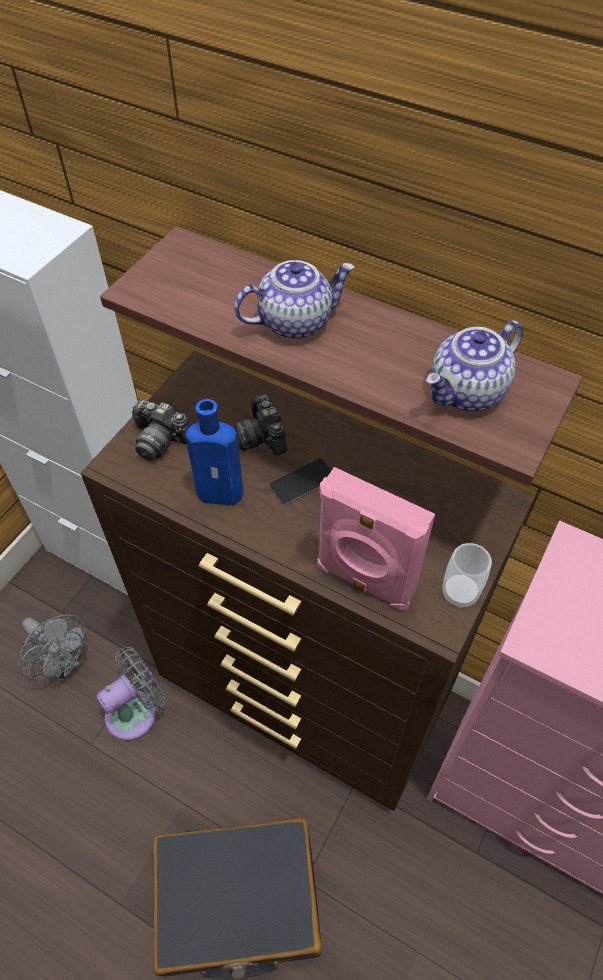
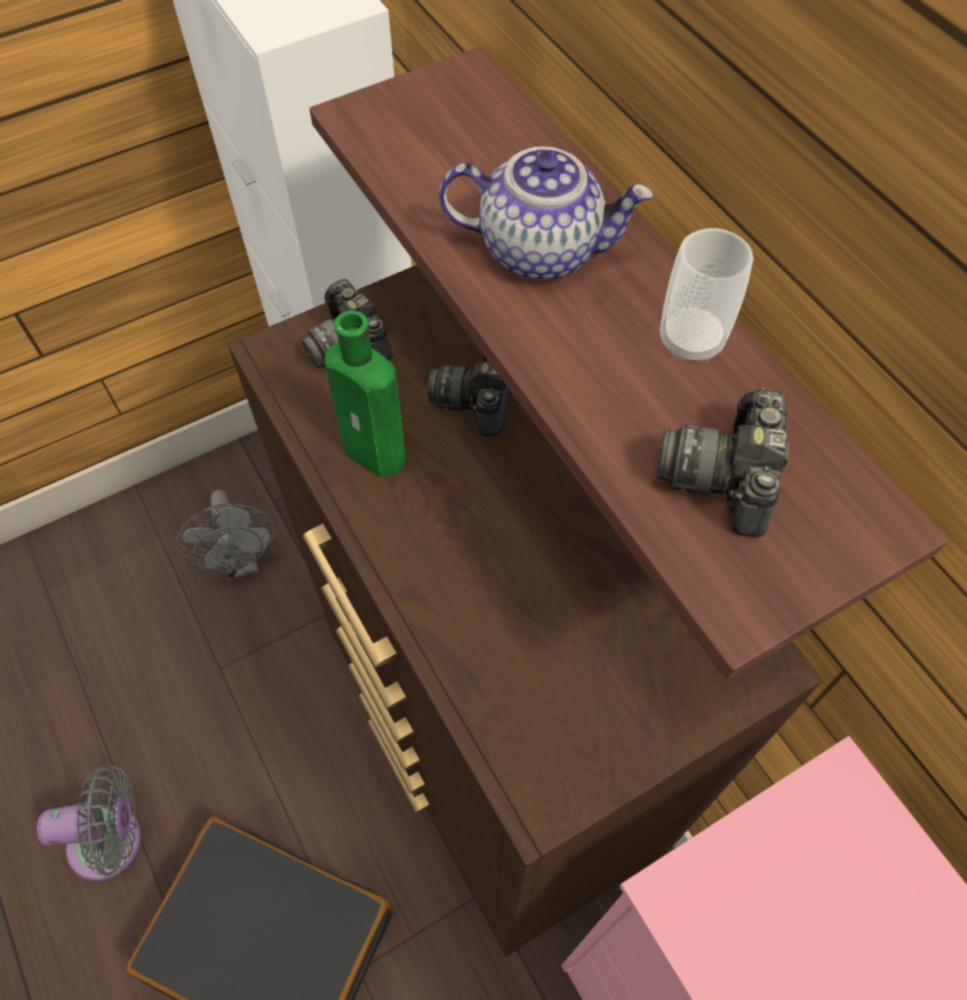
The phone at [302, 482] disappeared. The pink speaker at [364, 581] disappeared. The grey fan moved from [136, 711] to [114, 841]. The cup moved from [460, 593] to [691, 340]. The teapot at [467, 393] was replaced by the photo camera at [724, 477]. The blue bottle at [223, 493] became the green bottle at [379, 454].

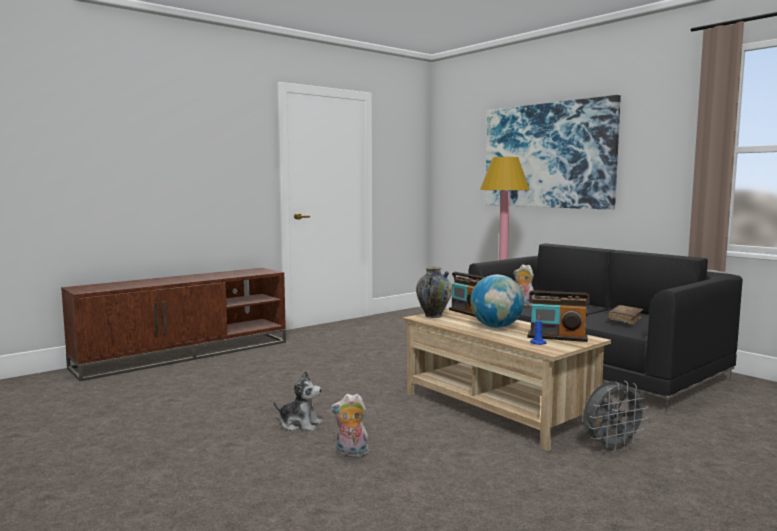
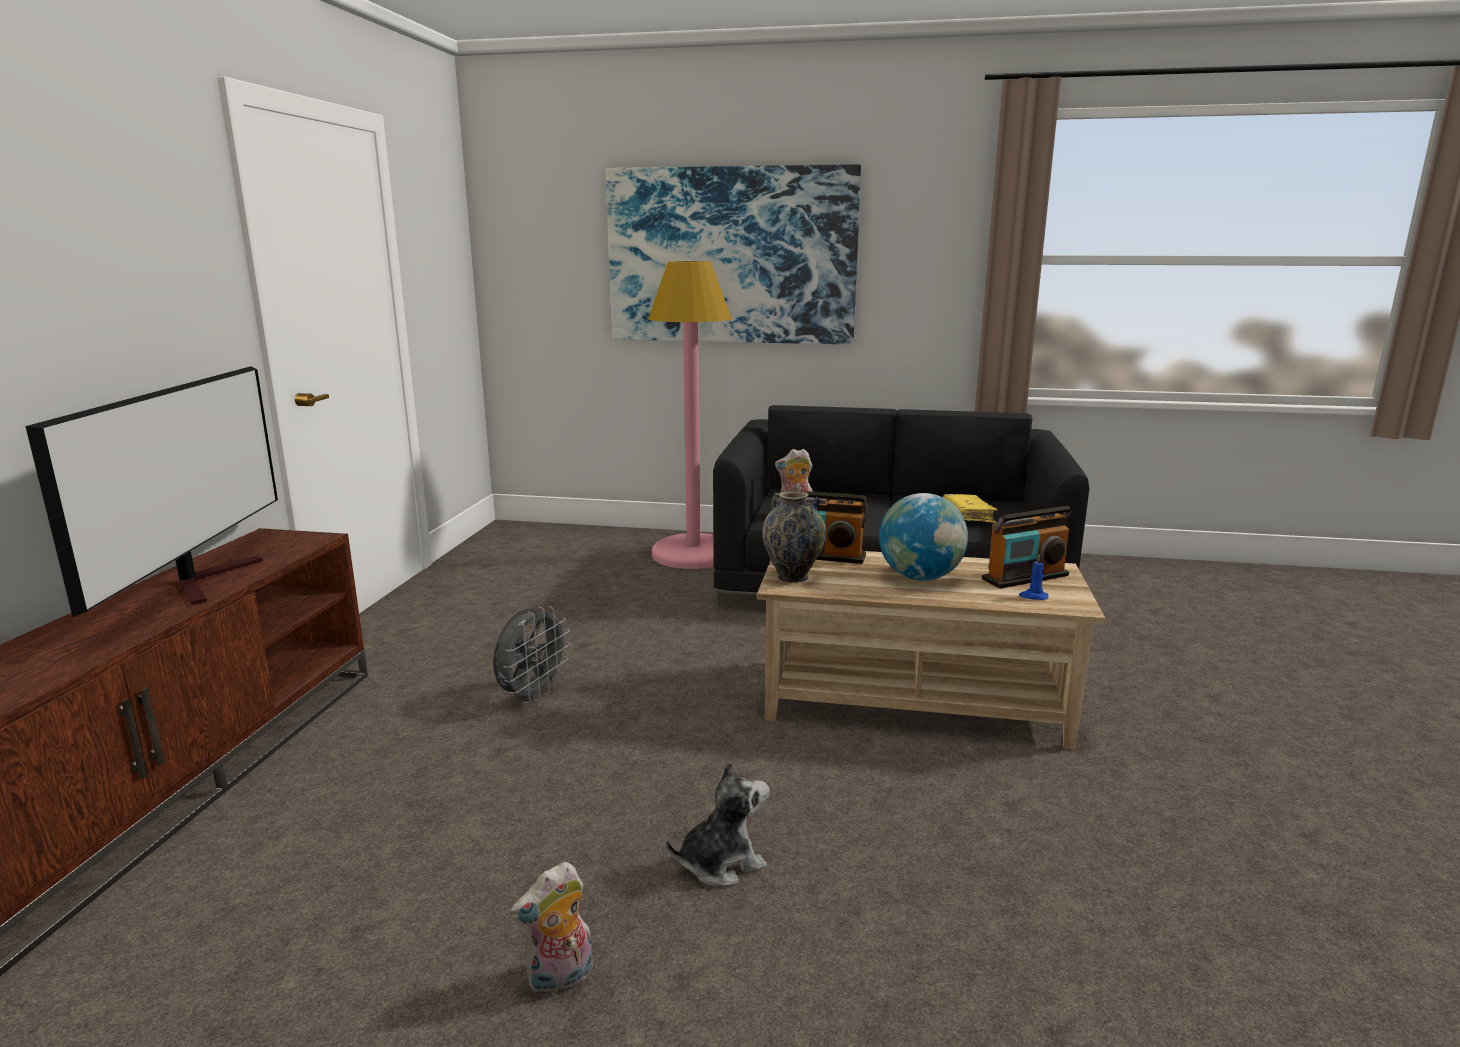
The television at [208, 579] appeared. The plush toy moved from [351, 454] to [560, 980]. The grey fan moved from [611, 448] to [532, 694]. The brown book at [625, 320] became the yellow book at [968, 515].

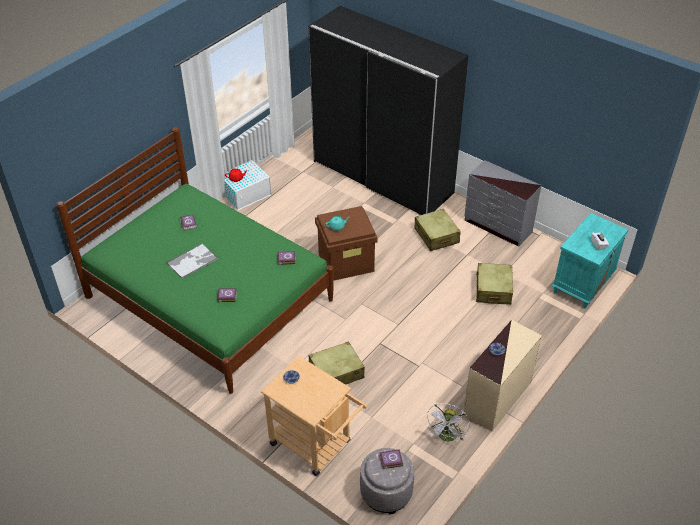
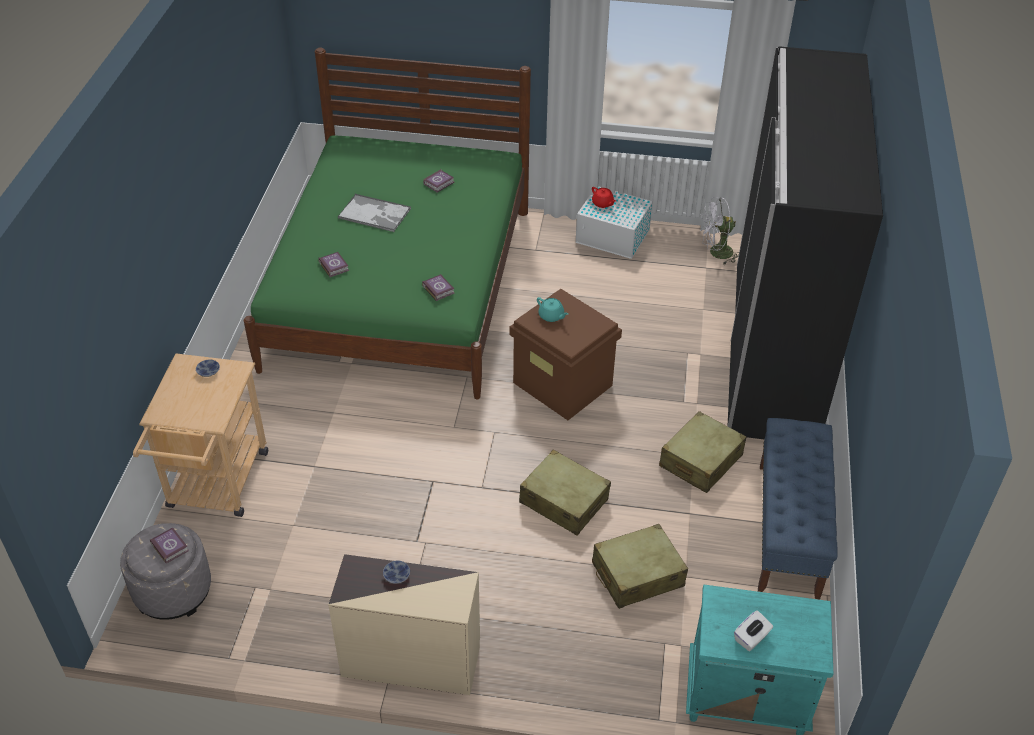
The beige suitcase moved from [336, 372] to [563, 501]. The white fan moved from [447, 437] to [716, 253]. The grey dresser at [498, 227] was replaced by the blue bench at [788, 530].

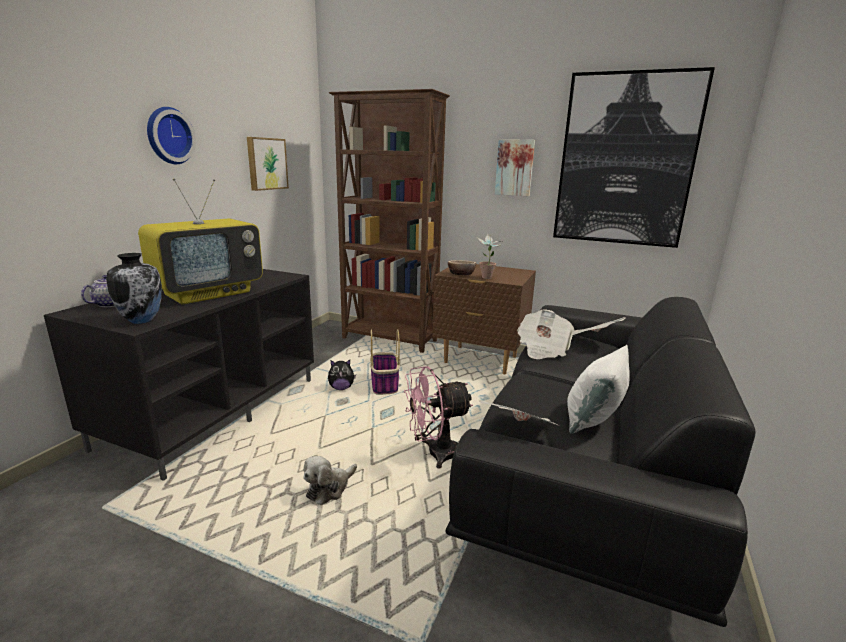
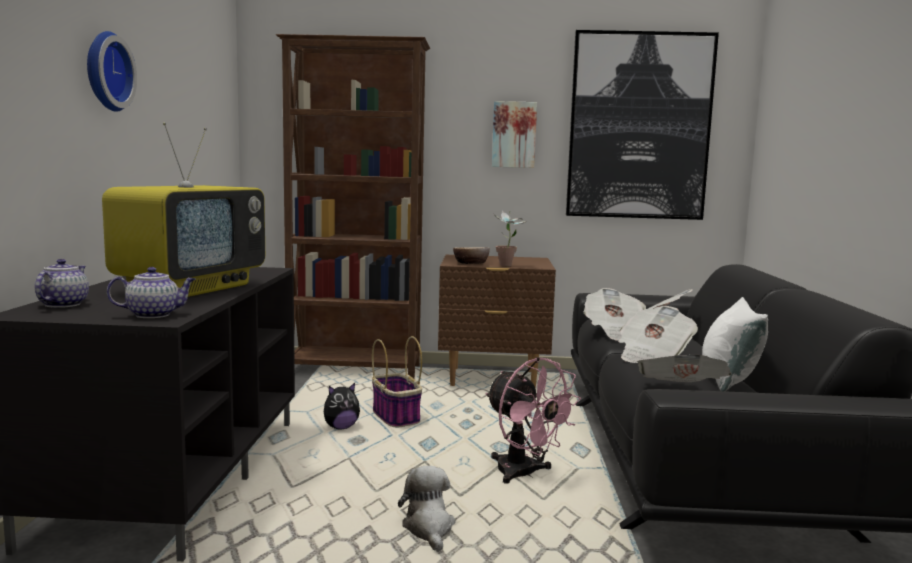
The picture at [266, 164] disappeared. The newspaper at [652, 356] appeared. The vase at [142, 320] was replaced by the teapot at [154, 314]. The plush toy at [329, 489] turned 150 degrees clockwise. The pink fan at [434, 454] turned 90 degrees counterclockwise.

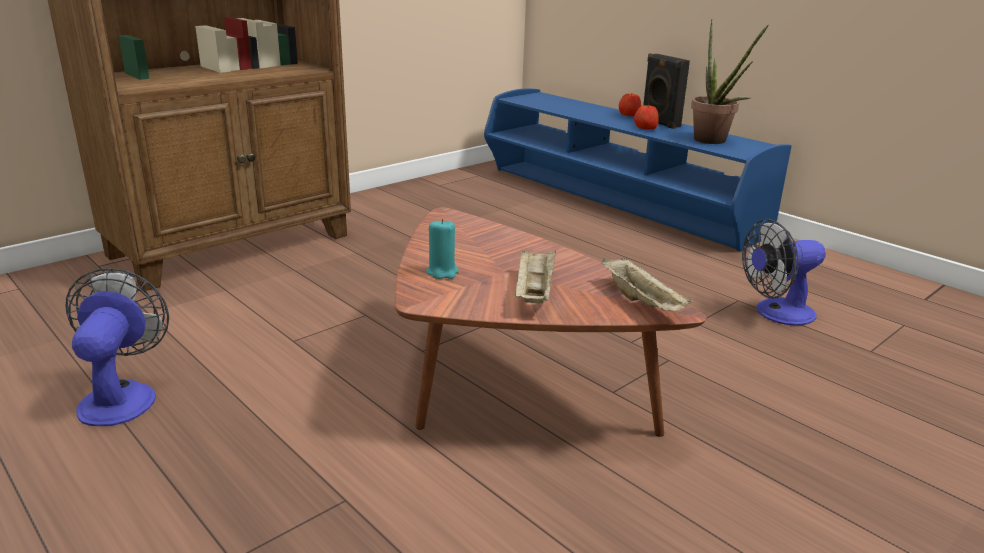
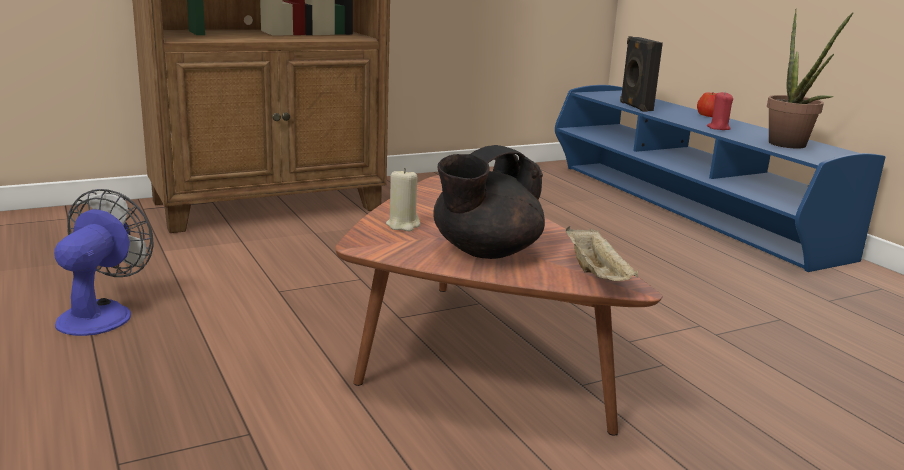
The fan at [776, 313] disappeared. The black speaker moved from [659, 123] to [635, 107]. The beige tray at [534, 291] was replaced by the black teapot at [484, 252]. The apple at [645, 128] was replaced by the red candle at [718, 128]. The turquoise candle at [442, 272] became the beige candle at [403, 225].

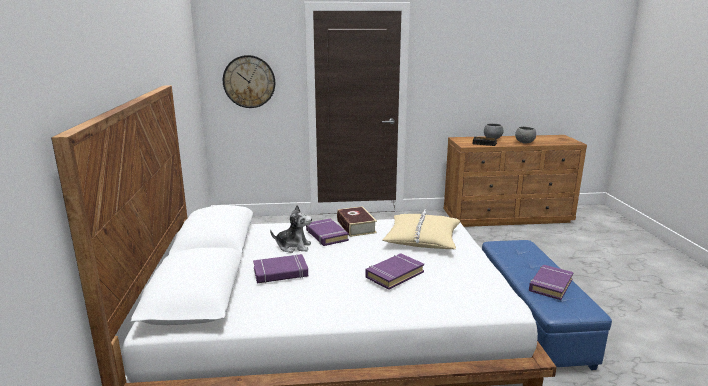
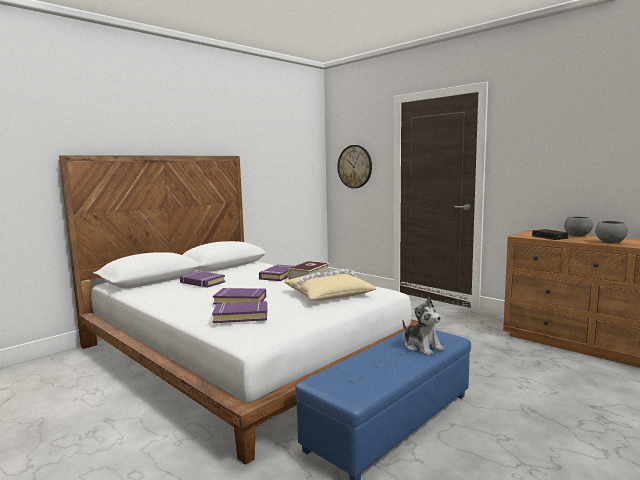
The plush toy moved from [293, 246] to [422, 347]. The purple book moved from [550, 285] to [241, 316].

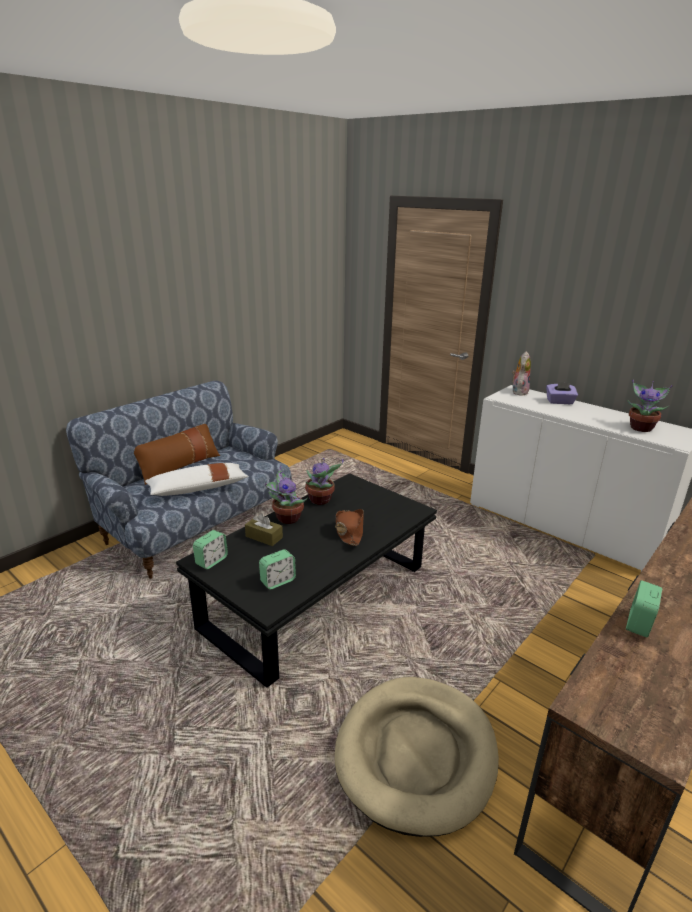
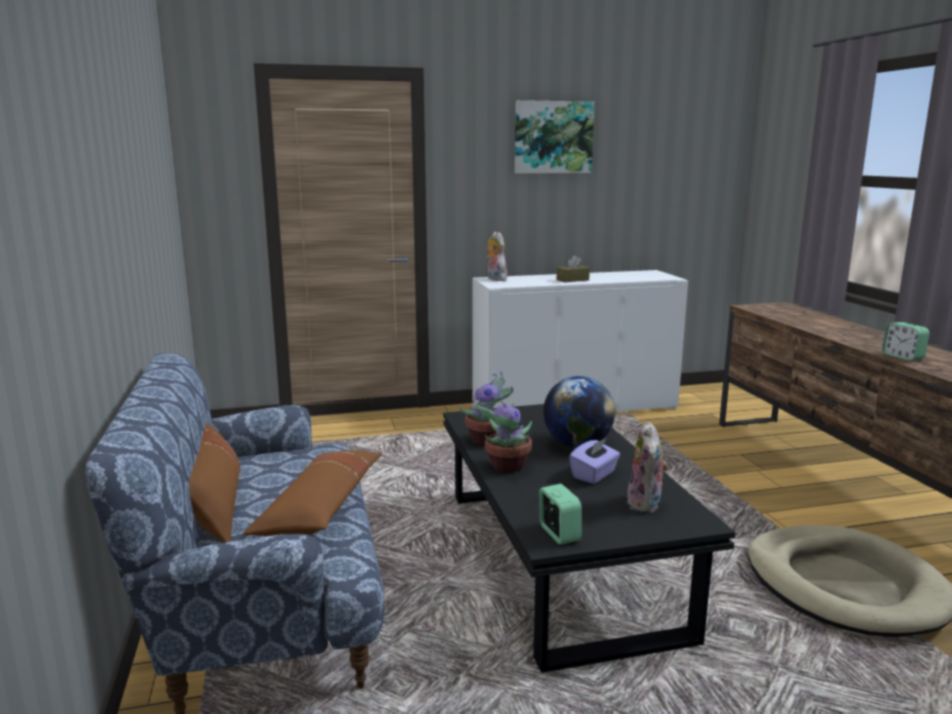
The potted plant at [641, 428] disappeared. The picture at [553, 137] appeared. The brown tissue box moved from [264, 537] to [572, 280]. The purple tissue box moved from [560, 402] to [594, 475]. The alarm clock at [278, 581] was replaced by the plush toy at [646, 504]. The brown hat at [349, 531] was replaced by the globe at [577, 445]. The white pillow at [198, 488] became the brown pillow at [320, 508].

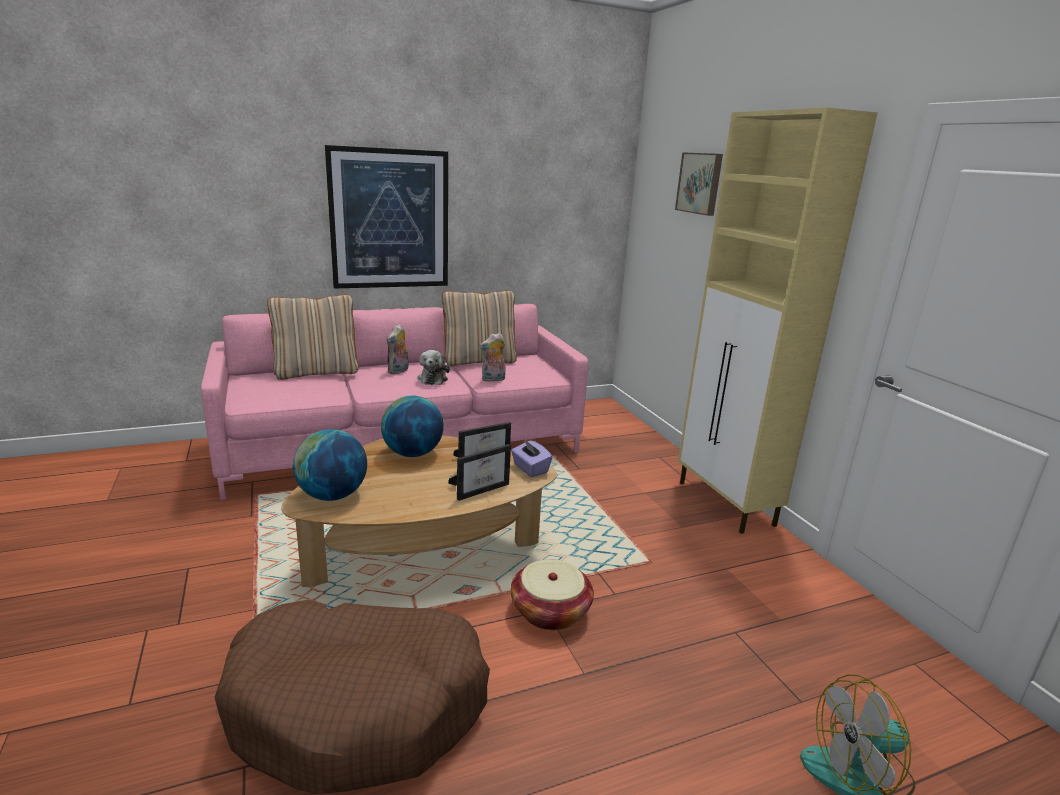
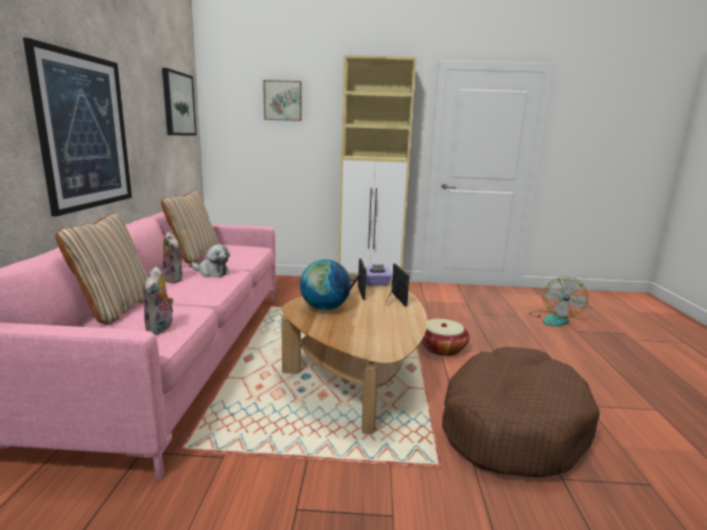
The globe at [332, 495] disappeared. The picture at [178, 104] appeared. The plush toy moved from [493, 379] to [161, 328].

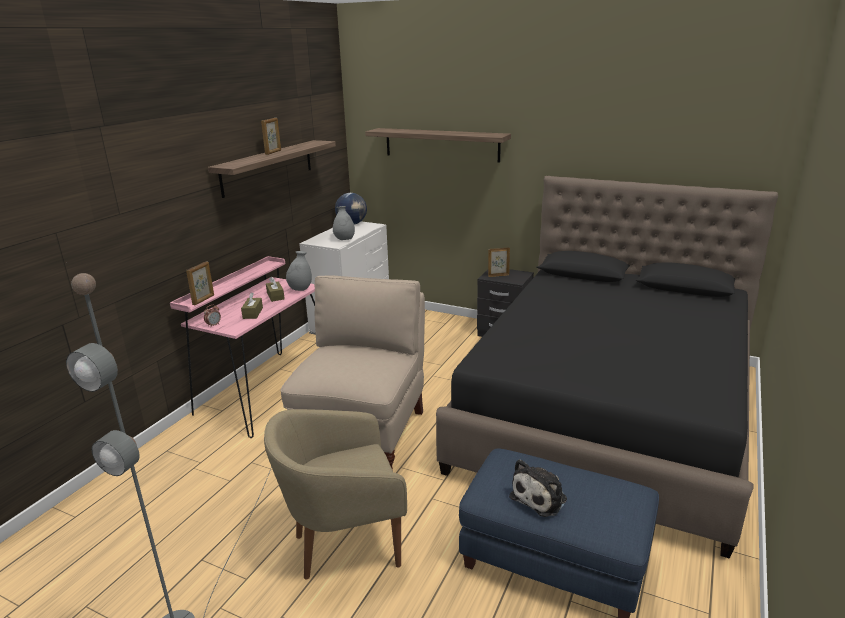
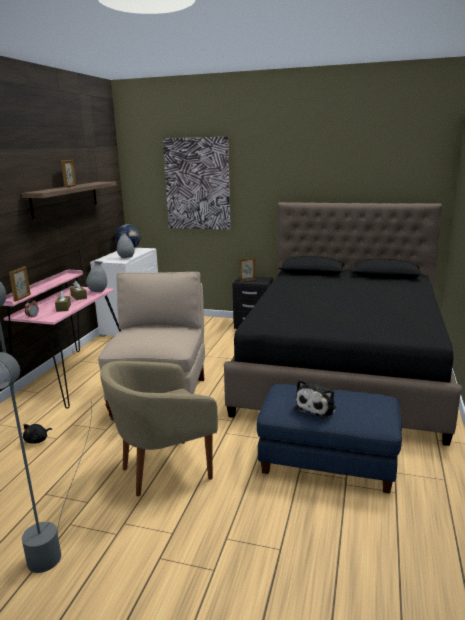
The black plush toy at [37, 440] appeared. The shelf at [441, 144] was replaced by the picture at [197, 184].

